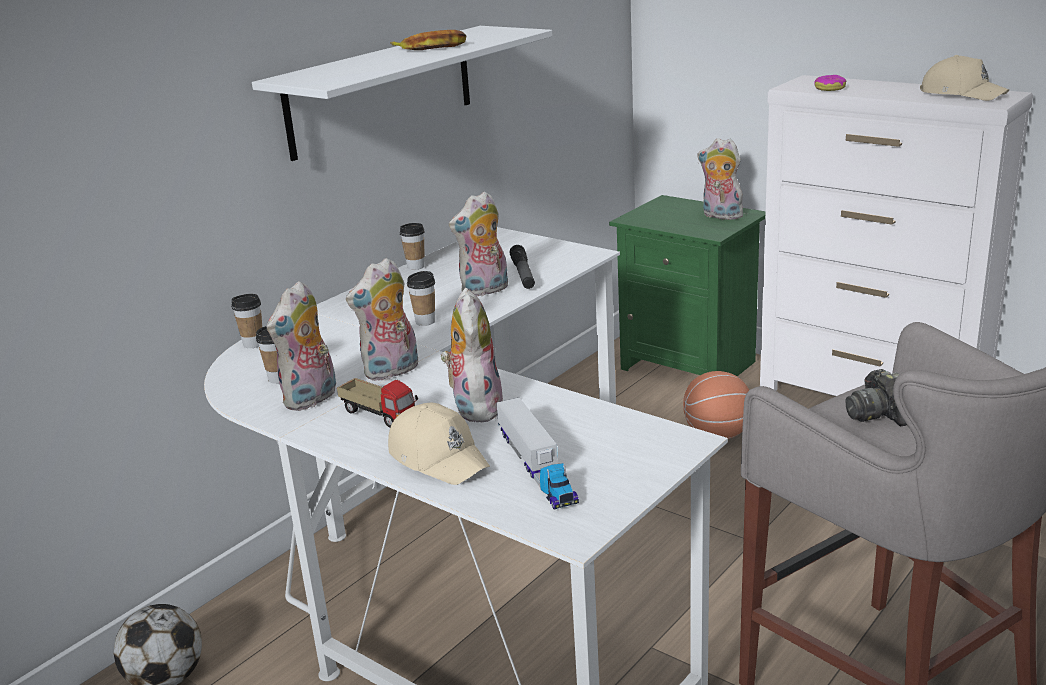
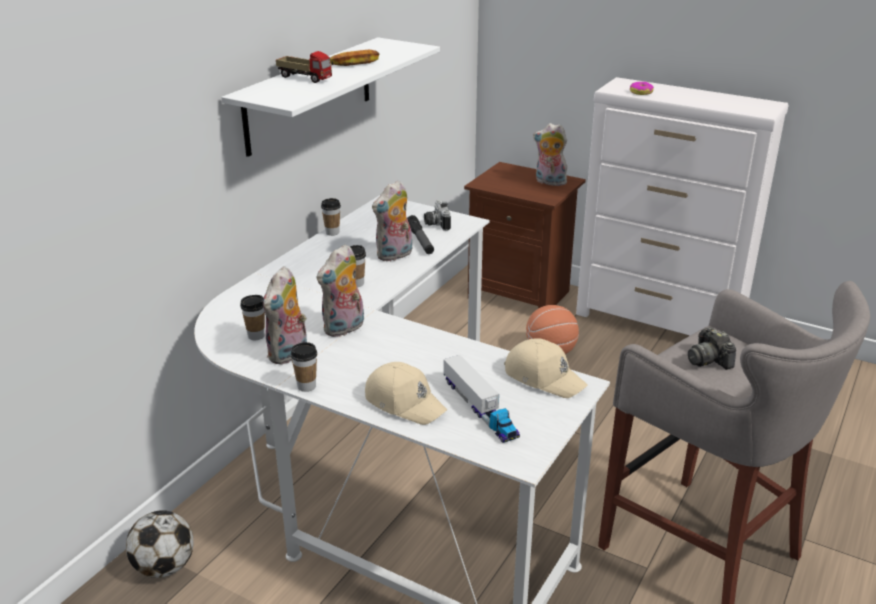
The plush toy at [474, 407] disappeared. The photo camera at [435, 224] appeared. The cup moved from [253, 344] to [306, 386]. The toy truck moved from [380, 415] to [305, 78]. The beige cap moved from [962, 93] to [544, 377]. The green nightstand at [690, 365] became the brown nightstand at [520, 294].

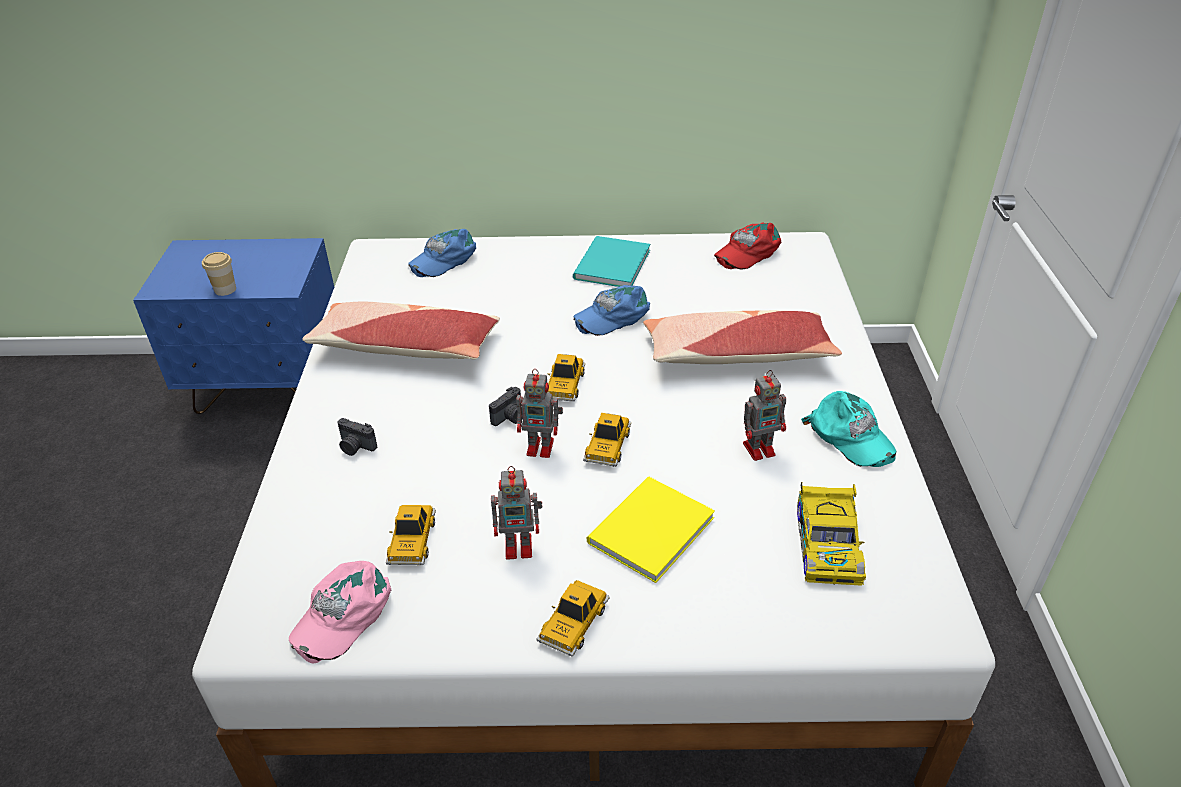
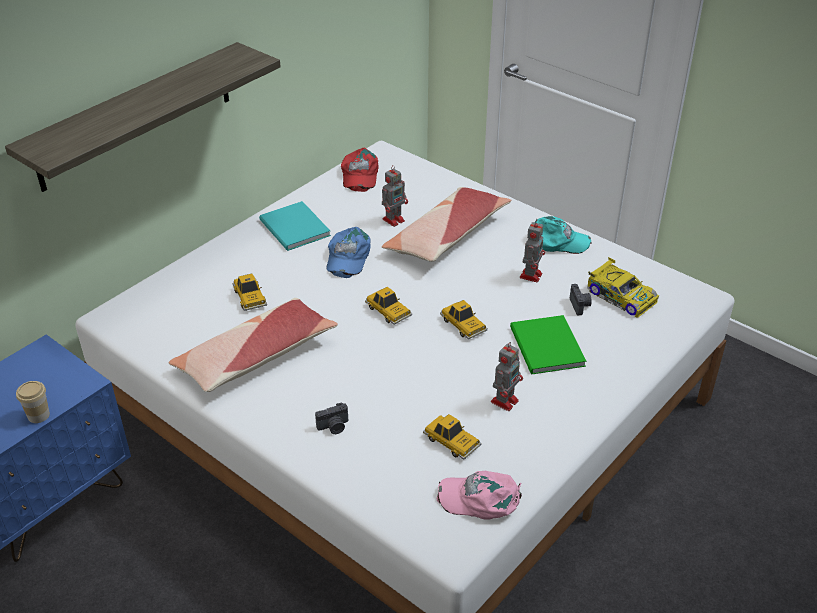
The blue cap at [443, 258] disappeared. The shelf at [135, 116] appeared. The photo camera moved from [510, 417] to [580, 305]. The toy robot moved from [542, 447] to [394, 219]. The toy car moved from [574, 623] to [250, 297]. The yellow book at [646, 531] became the green book at [545, 348]. The pink cap at [342, 613] turned 120 degrees clockwise.

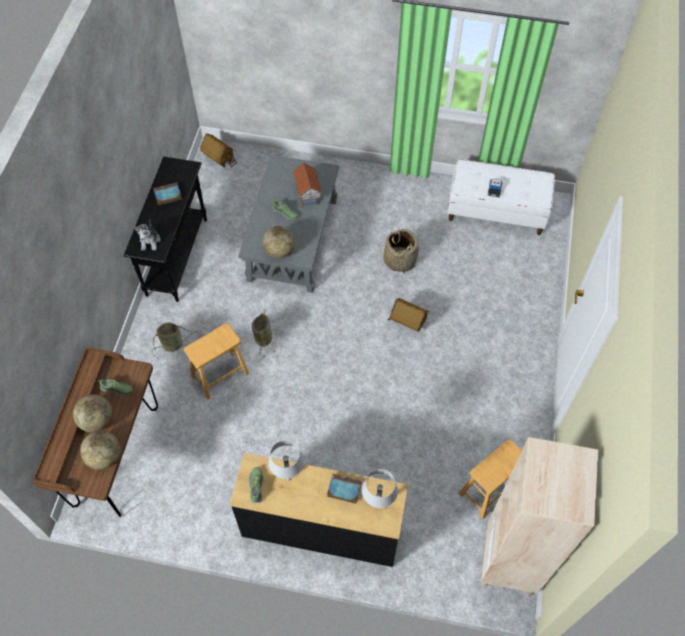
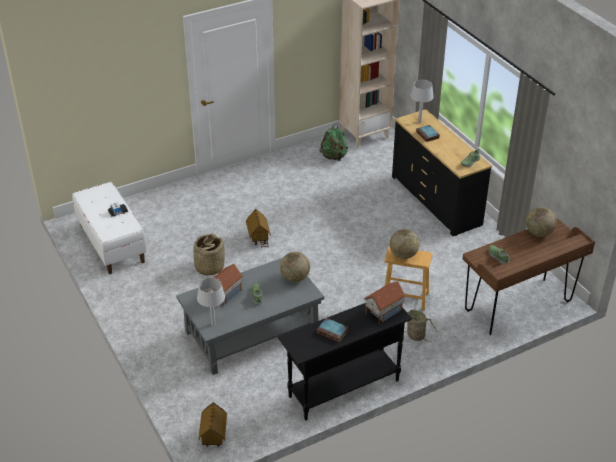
The basket at [263, 337] disappeared. The globe moved from [97, 421] to [403, 255]. The grey table lamp moved from [288, 478] to [213, 324]. The plush toy at [150, 241] was replaced by the toy house at [383, 312]. The brown stool at [489, 490] was replaced by the green backpack at [334, 157].

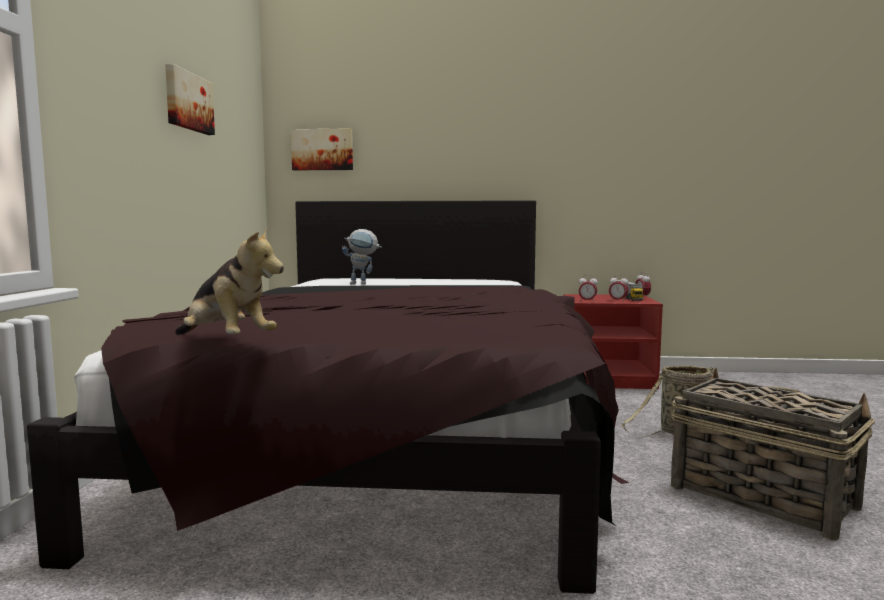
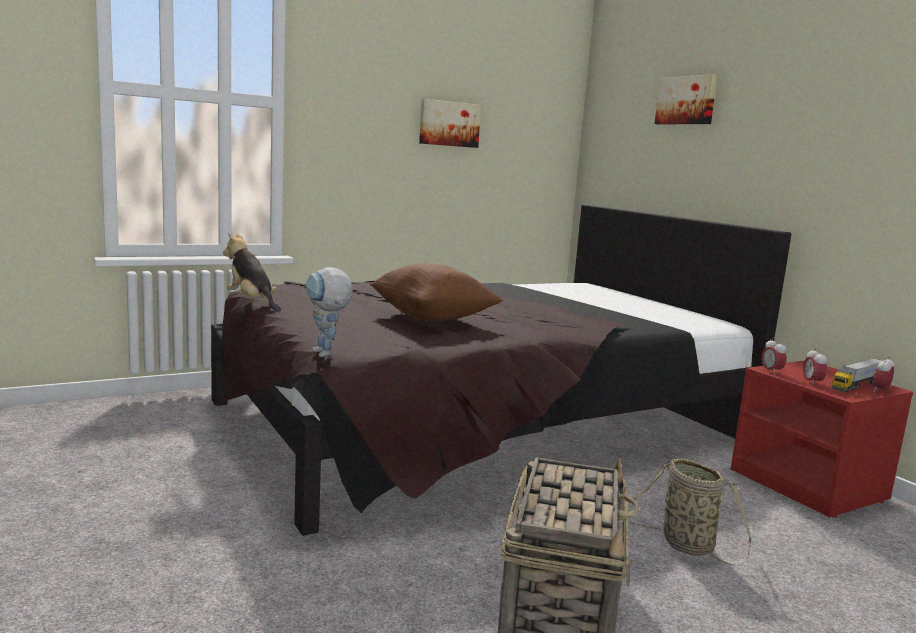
The brown pillow at [432, 318] appeared. The picture moved from [322, 150] to [687, 100]. The toy robot moved from [363, 283] to [327, 355]. The plush toy at [226, 342] turned 135 degrees clockwise.

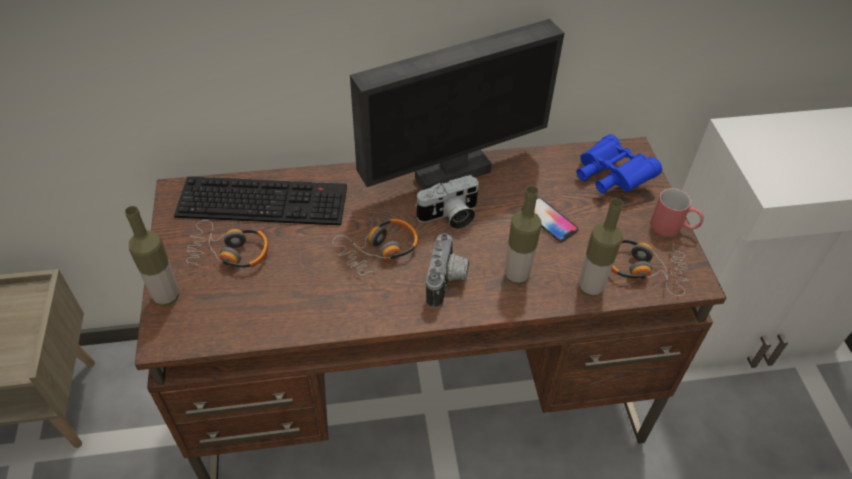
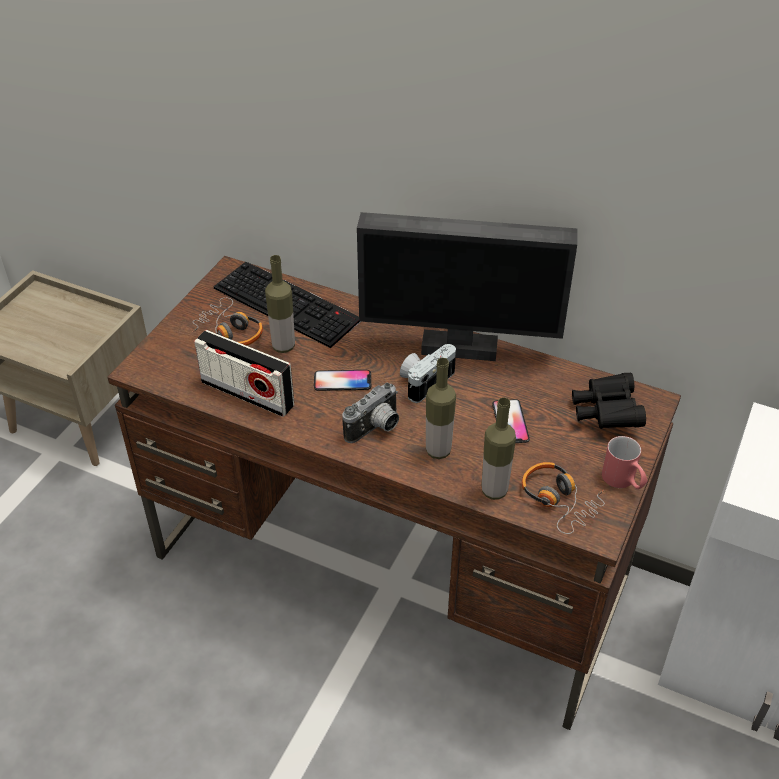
The radio at [247, 394] appeared. The bottle moved from [166, 296] to [283, 346]. The headphones at [379, 252] was replaced by the phone at [342, 381]. The blue binoculars at [610, 177] became the black binoculars at [606, 413]. The photo camera at [450, 217] turned 120 degrees clockwise.

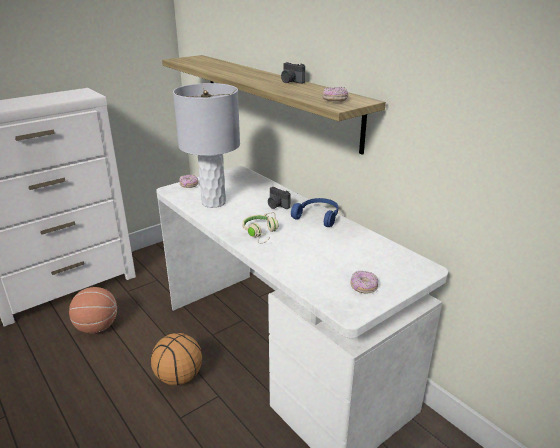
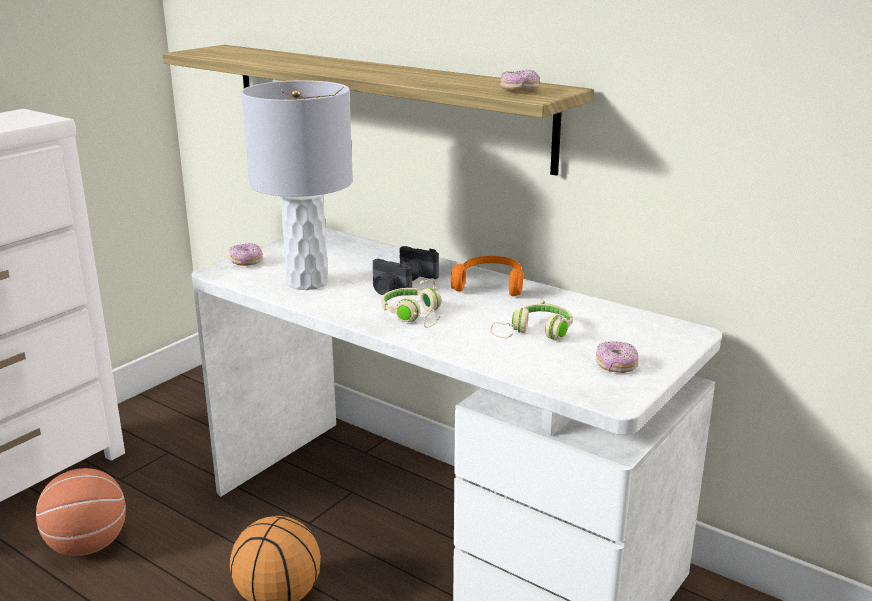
The beige headphones at [535, 333] appeared. The photo camera moved from [291, 82] to [388, 290]. The blue headphones at [318, 216] became the orange headphones at [490, 284].

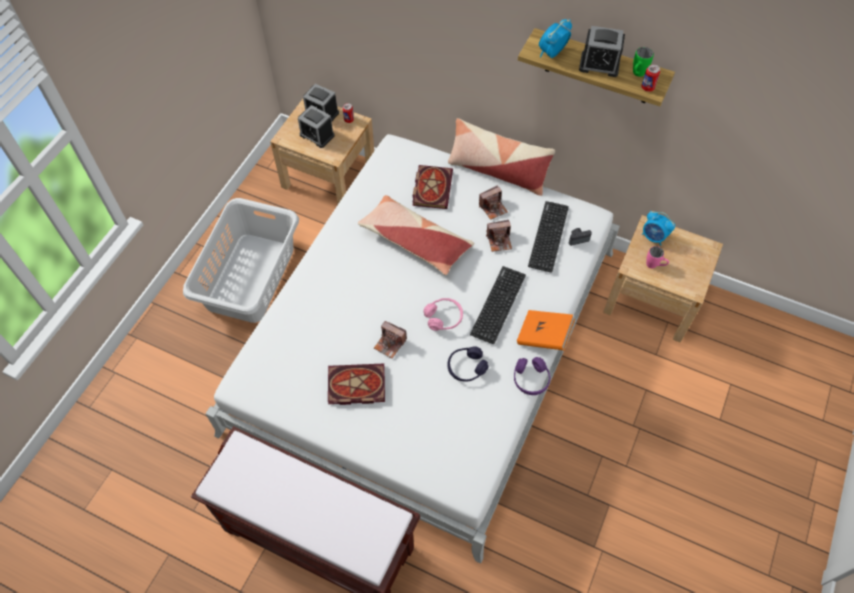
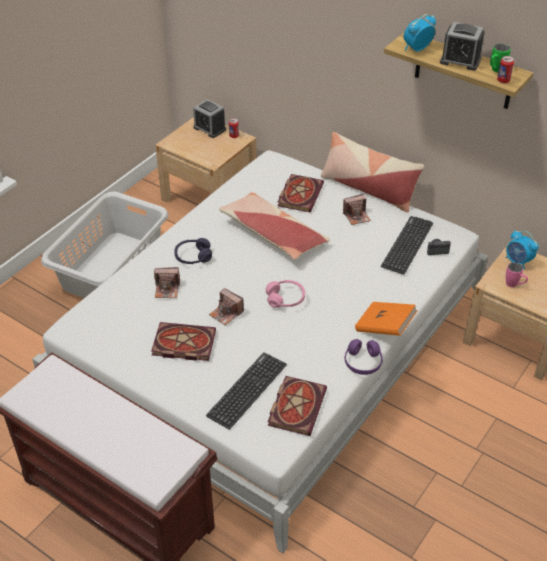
The alarm clock at [317, 135] disappeared. The book at [296, 406] appeared. The purple headphones moved from [466, 367] to [193, 257]. The keyboard moved from [498, 304] to [247, 390]. The photo camera moved from [499, 241] to [167, 289].

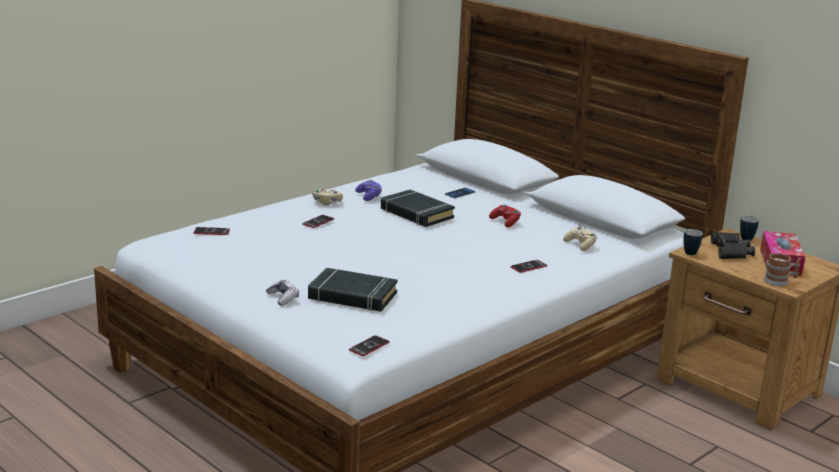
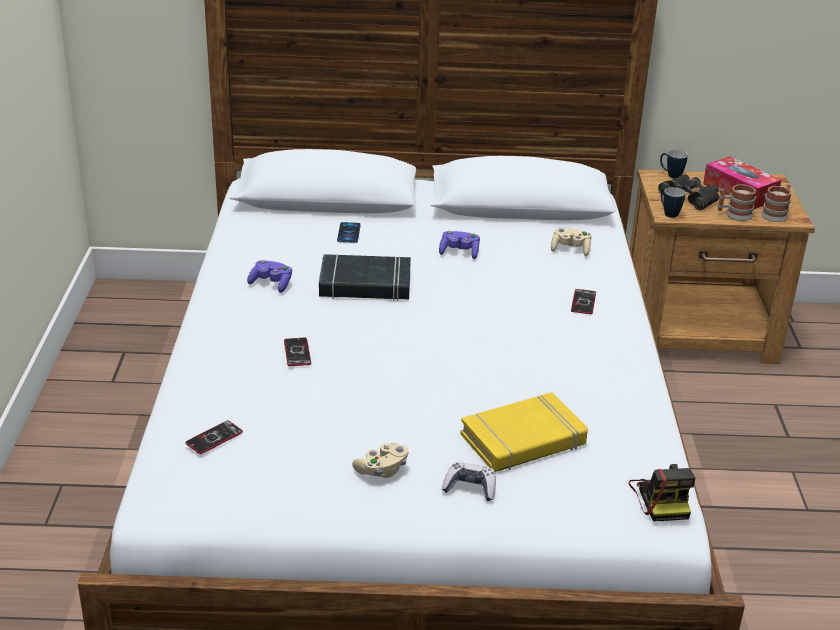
The mug at [734, 214] appeared. The beige game controller moved from [327, 203] to [382, 470]. The phone at [369, 346] was replaced by the photo camera at [661, 498]. The black book at [352, 296] became the yellow book at [523, 440]. The red game controller at [505, 222] became the purple game controller at [459, 252].

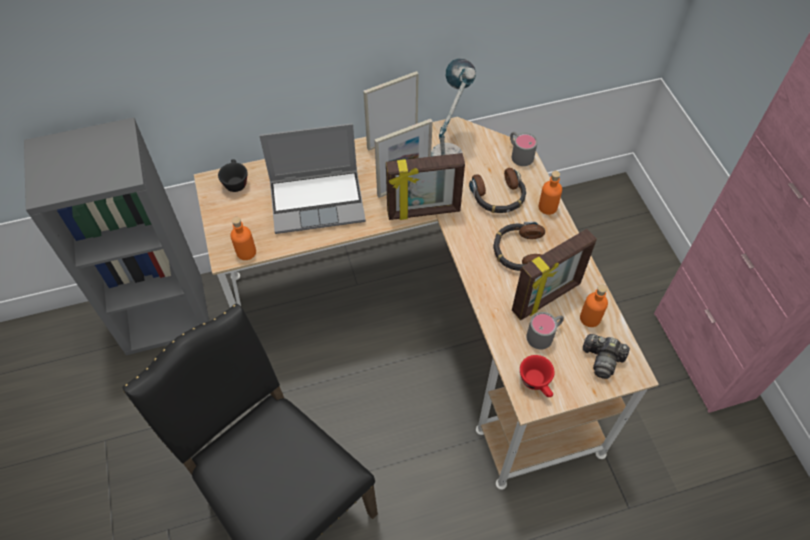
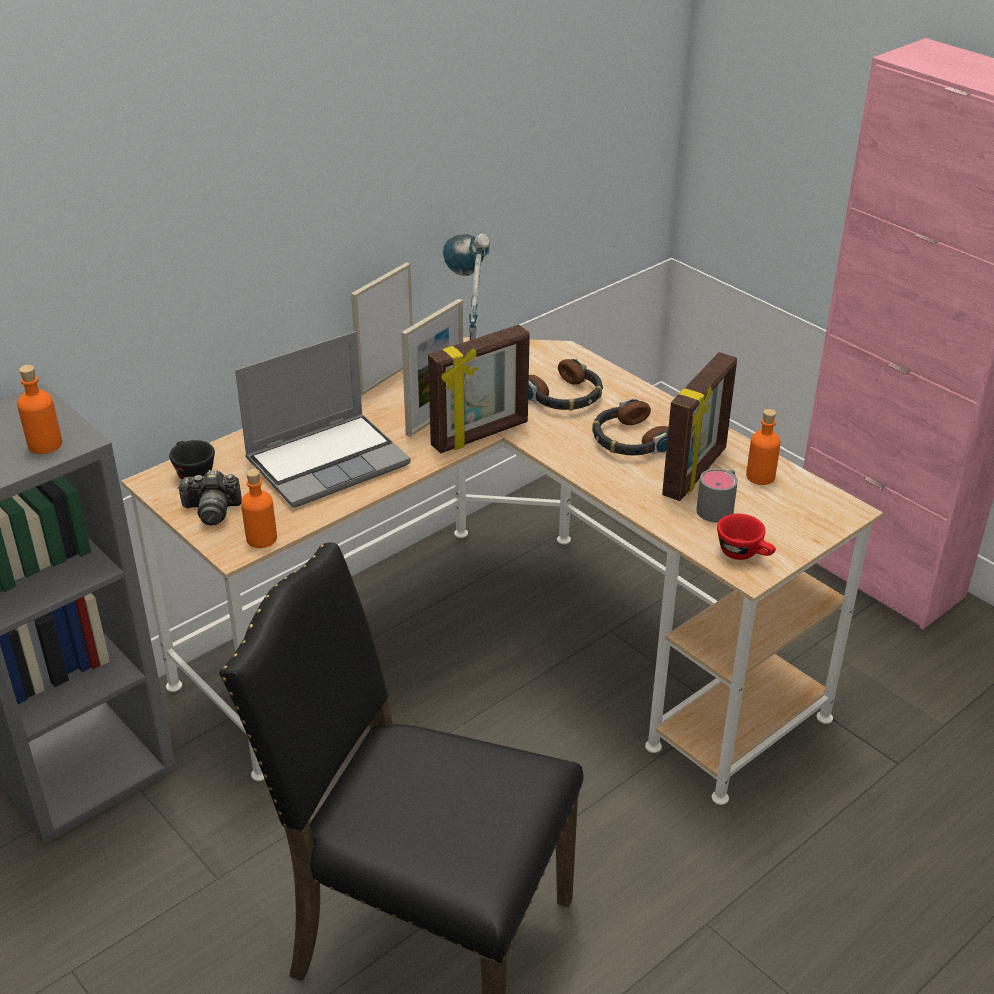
The grey mug at [519, 154] disappeared. The orange bottle moved from [547, 207] to [45, 444]. The photo camera moved from [602, 360] to [212, 510].

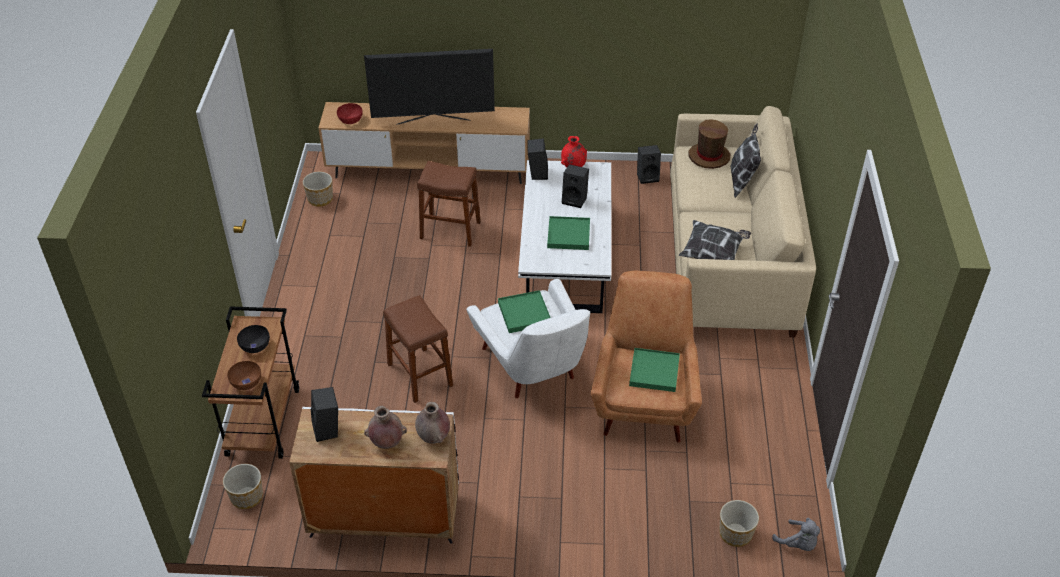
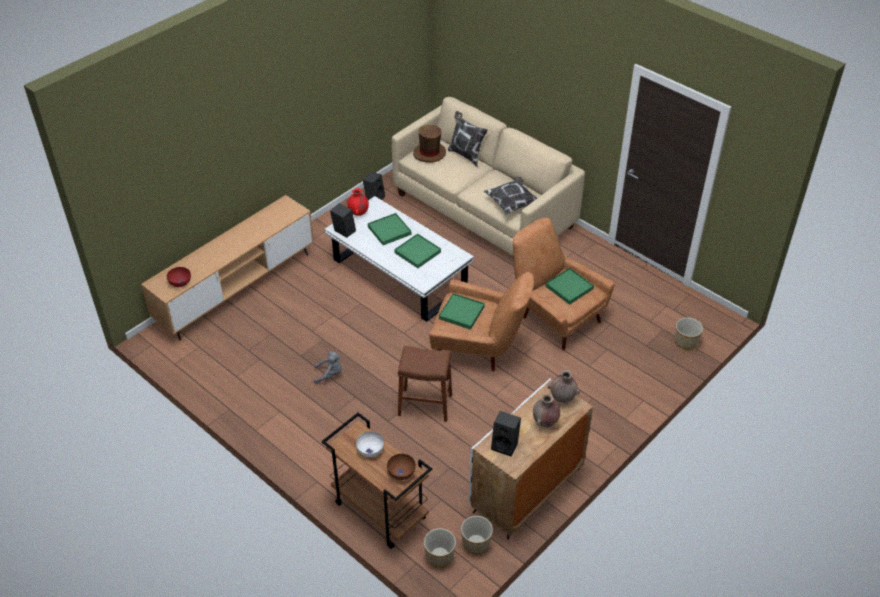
The television at [433, 121] disappeared. The brown stool at [450, 230] disappeared. The planter moved from [320, 199] to [475, 543]. The grey plush toy moved from [798, 544] to [330, 374]. The black speaker at [575, 199] was replaced by the green tray at [389, 230]. The black bowl at [255, 346] became the white bowl at [371, 450]. The white armchair at [533, 369] became the brown armchair at [478, 348].

